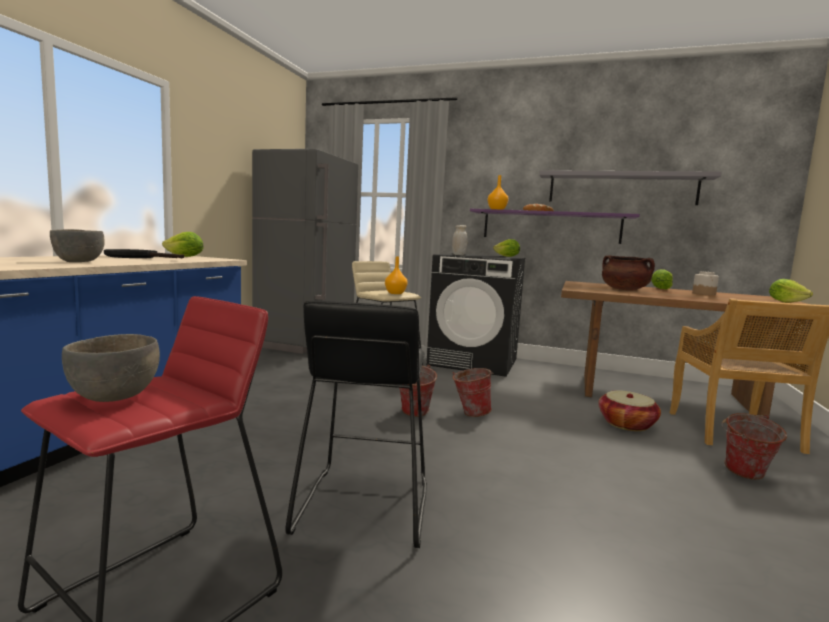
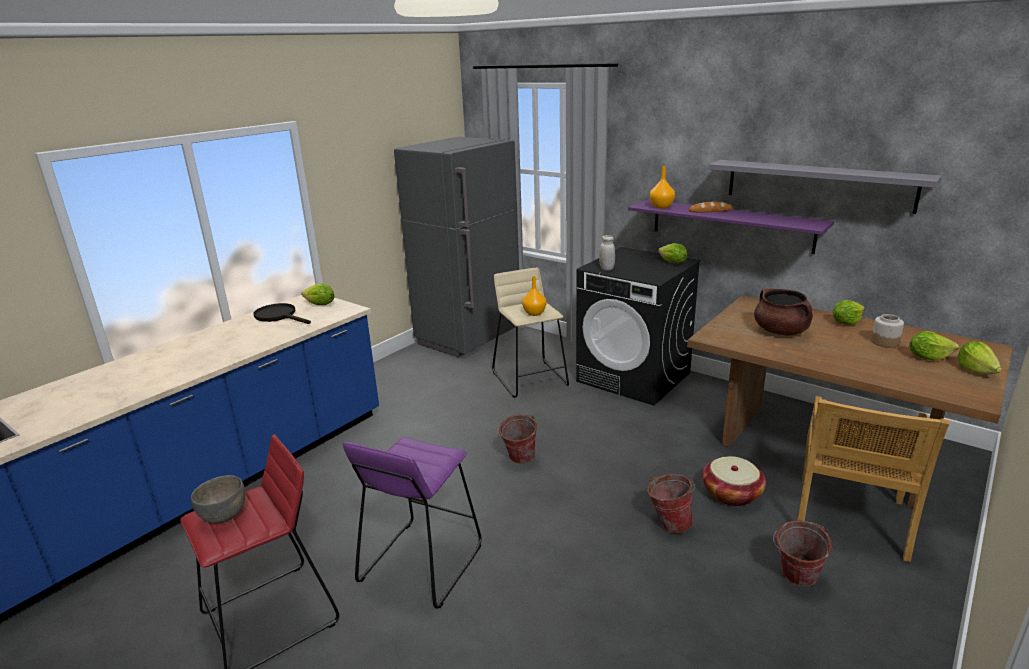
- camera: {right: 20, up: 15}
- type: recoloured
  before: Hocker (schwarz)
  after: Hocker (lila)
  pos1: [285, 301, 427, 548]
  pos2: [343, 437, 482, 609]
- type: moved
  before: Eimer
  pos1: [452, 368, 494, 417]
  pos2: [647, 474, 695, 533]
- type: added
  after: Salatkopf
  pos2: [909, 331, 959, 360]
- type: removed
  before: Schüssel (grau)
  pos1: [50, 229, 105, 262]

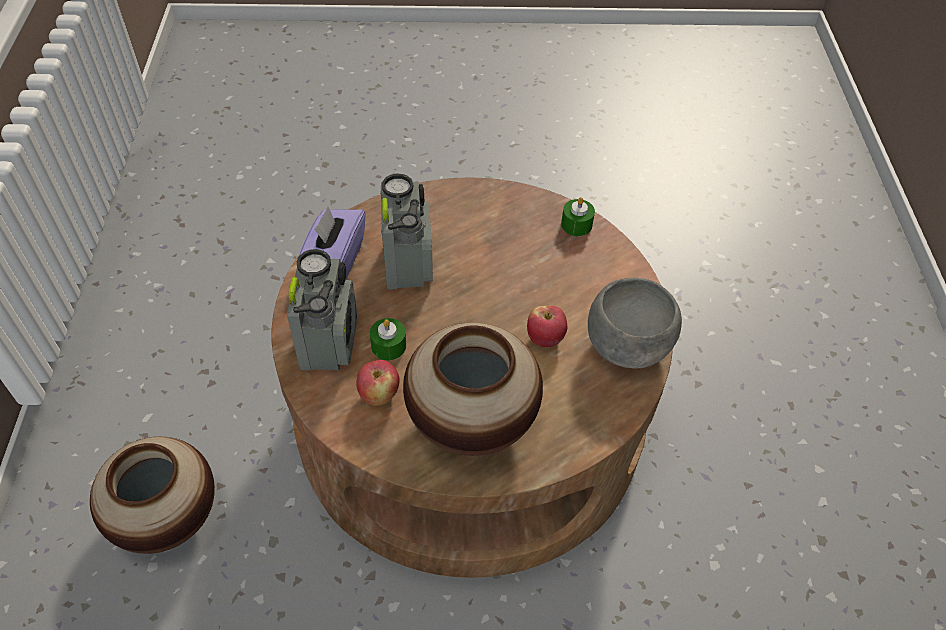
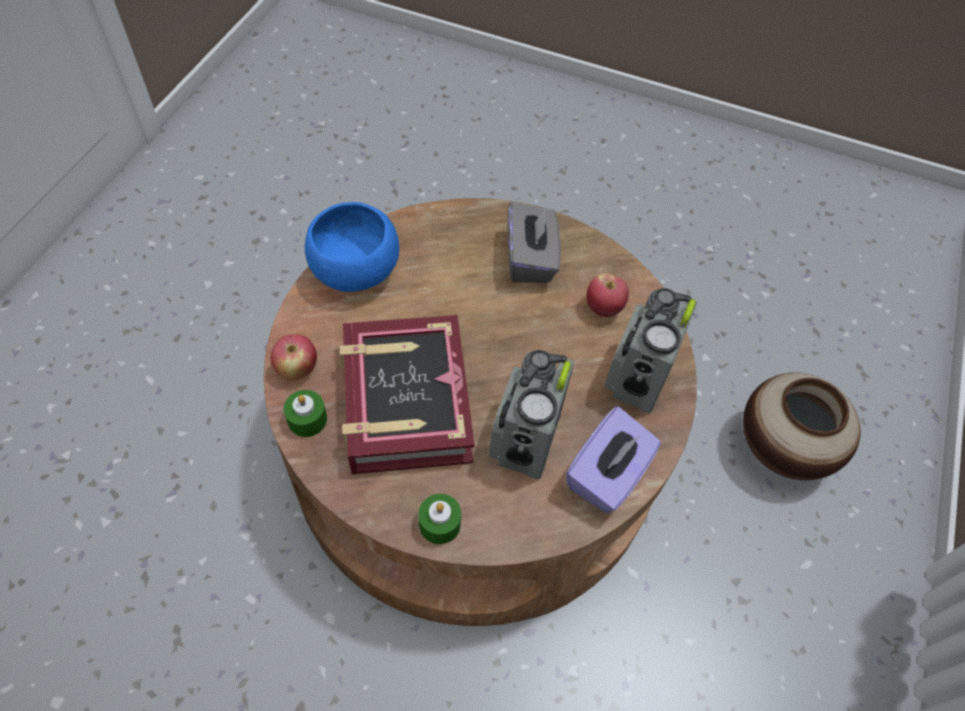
- camera: {right: -160, up: 5}
- type: moved
  before: Apfel
  pos1: [527, 306, 567, 347]
  pos2: [271, 335, 317, 380]
- type: recoloured
  before: Schüssel (grau)
  after: Schüssel (blau)
  pos1: [588, 277, 682, 368]
  pos2: [305, 202, 399, 292]
- type: added
  after: Buch
  pos2: [340, 315, 474, 474]
- type: moved
  before: Kerze (grün)
  pos1: [370, 318, 406, 360]
  pos2: [419, 494, 461, 544]
- type: replaced
  before: Vase
  after: Taschentuchbox (grau)
  pos1: [403, 323, 543, 456]
  pos2: [508, 201, 561, 283]

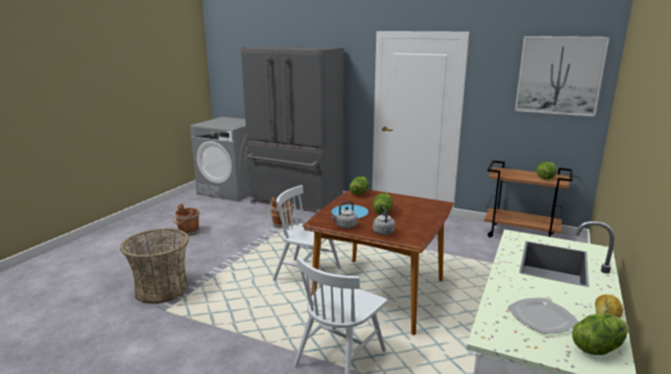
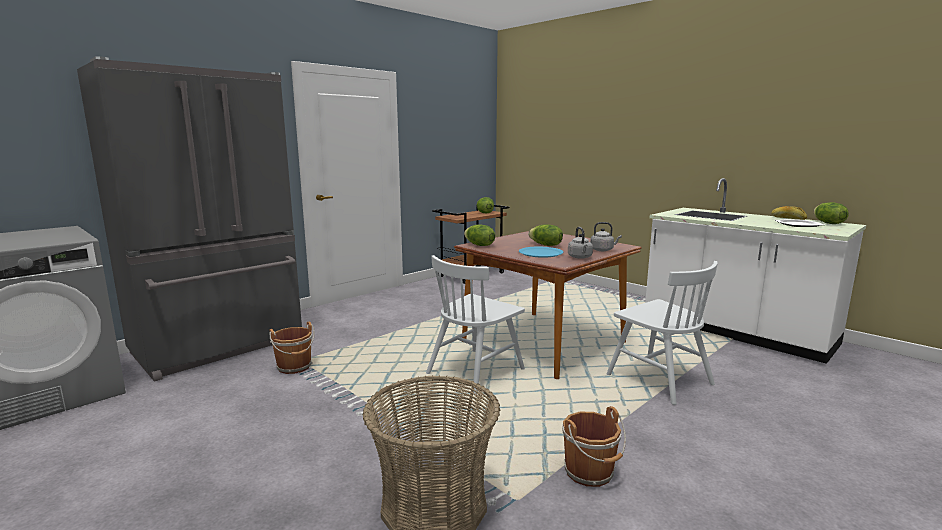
- camera: {right: -70, up: -5}
- type: moved
  before: Eimer (braun)
  pos1: [173, 204, 200, 236]
  pos2: [562, 406, 626, 487]
- type: removed
  before: Bild
  pos1: [515, 36, 609, 117]

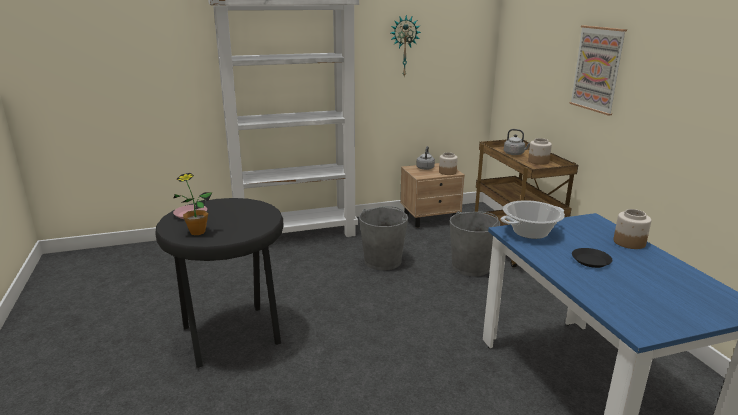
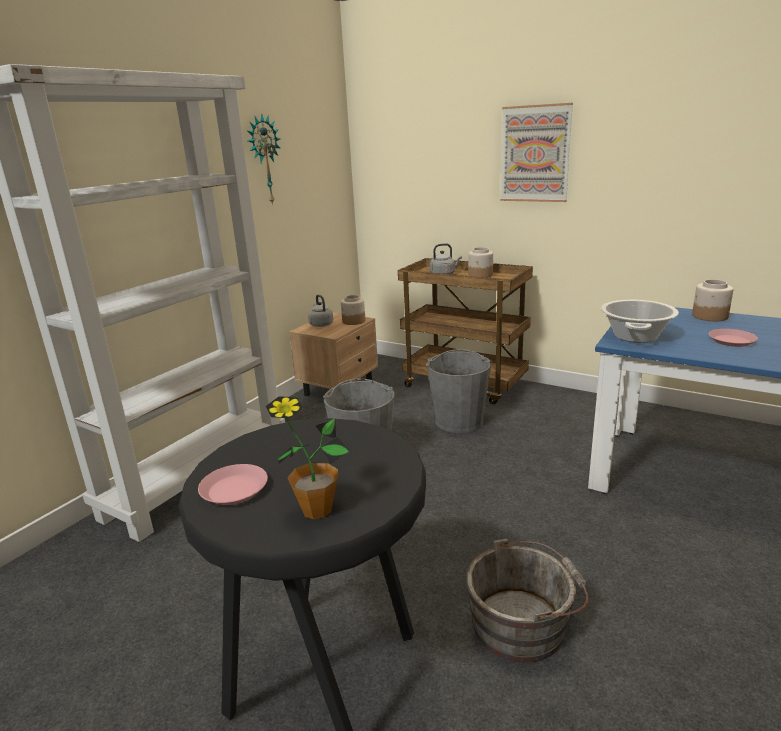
- camera: {right: -40, up: 0}
- type: added
  after: Eimer (grau)
  pos2: [466, 539, 588, 663]
- type: recoloured
  before: Teller (schwarz)
  after: Teller (rosa)
  pos1: [572, 248, 612, 268]
  pos2: [709, 329, 758, 347]

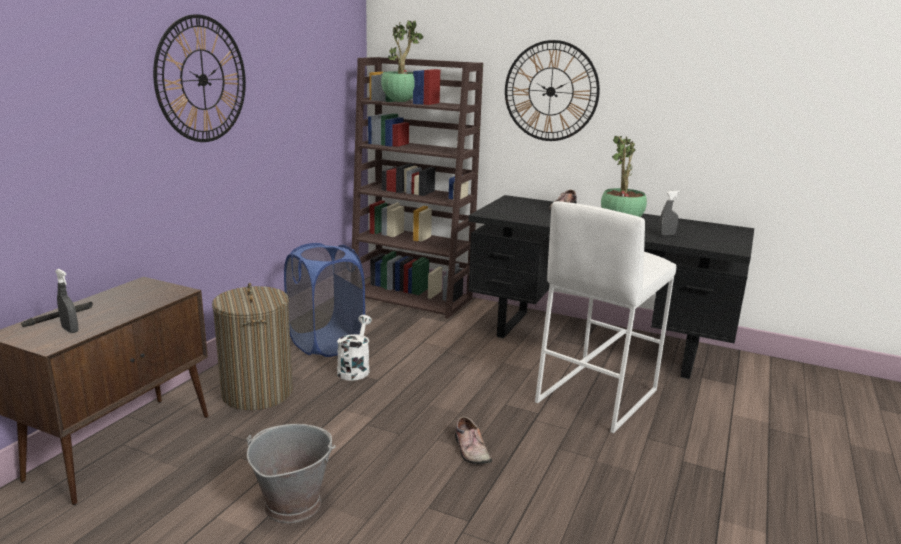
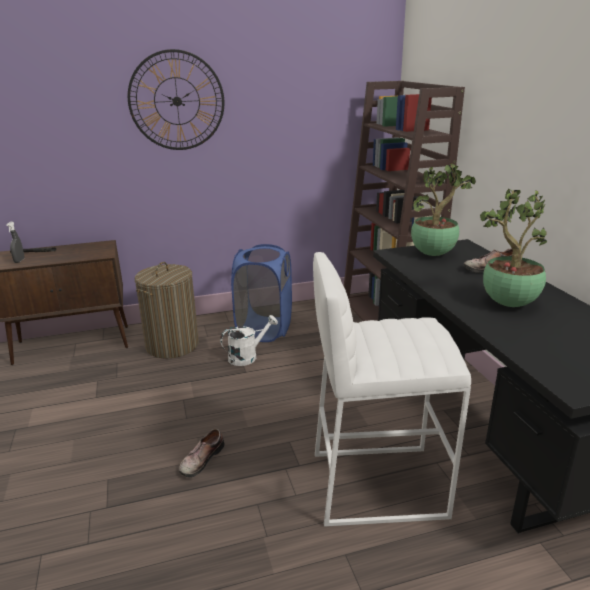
- camera: {right: 50, up: 5}
- type: moved
  before: Topfpflanze
  pos1: [381, 21, 423, 102]
  pos2: [411, 162, 476, 256]
- type: removed
  before: Eimer (grau)
  pos1: [246, 424, 336, 523]
- type: removed
  before: Wanduhr
  pos1: [505, 40, 600, 141]
- type: removed
  before: Sprühflasche (grau)
  pos1: [659, 190, 680, 236]

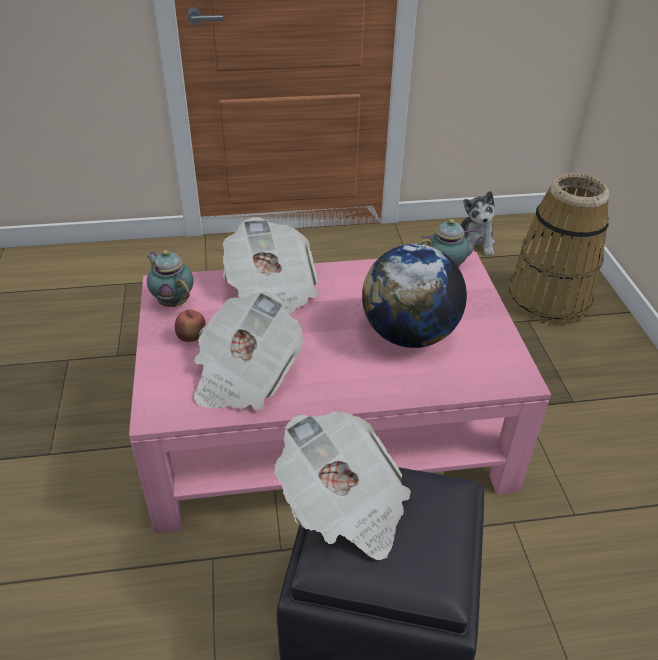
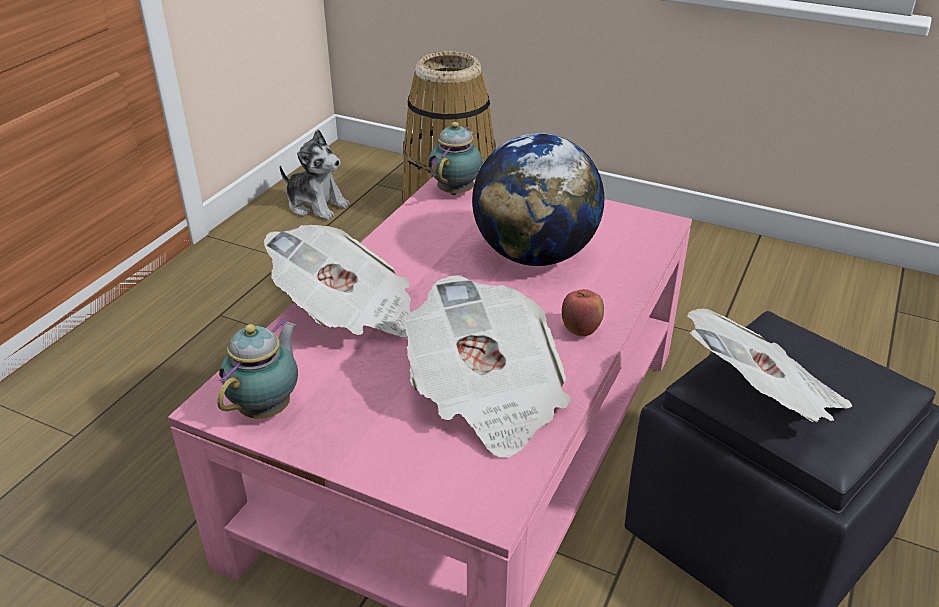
- camera: {right: -55, up: -5}
- type: turned
  before: Teekanne
  pos1: [147, 250, 194, 307]
  pos2: [217, 319, 298, 419]
  turn: 120
- type: moved
  before: Apfel
  pos1: [175, 309, 206, 342]
  pos2: [562, 289, 604, 336]

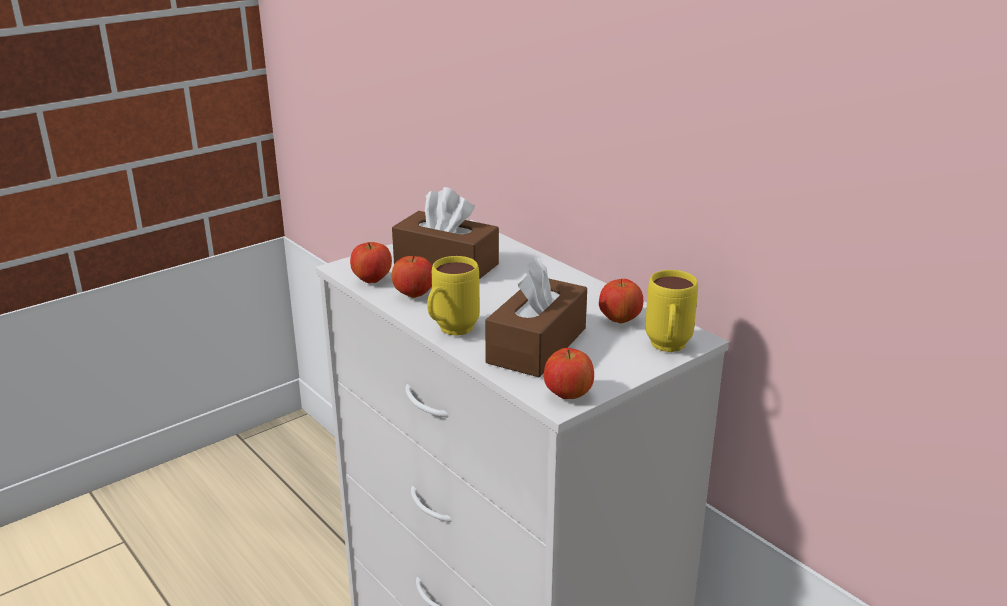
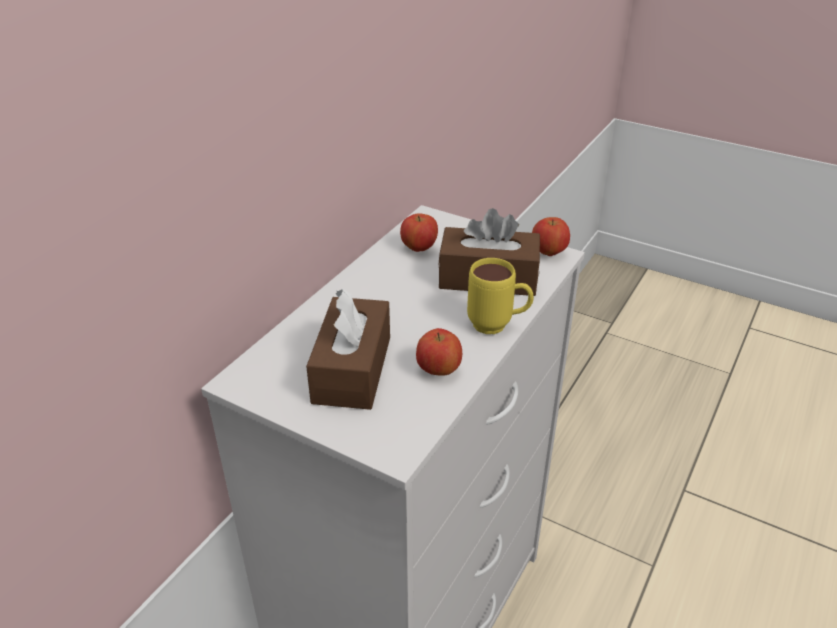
- camera: {right: -110, up: 10}
- type: removed
  before: Apfel
  pos1: [350, 242, 392, 283]
- type: removed
  before: Henkelbecher (gelb)
  pos1: [645, 270, 698, 352]

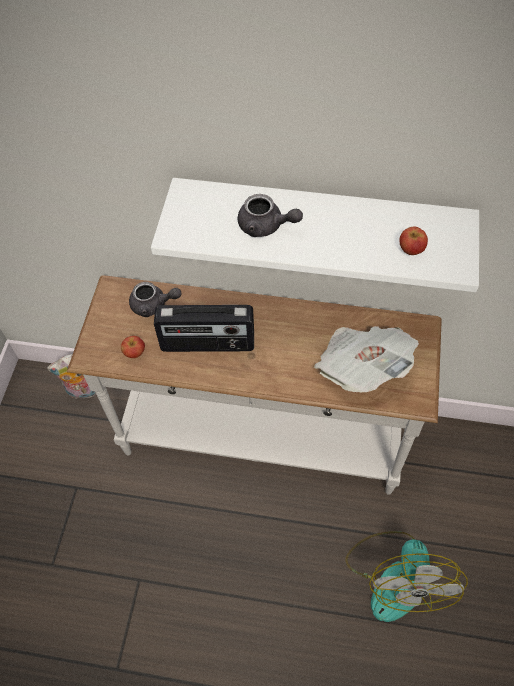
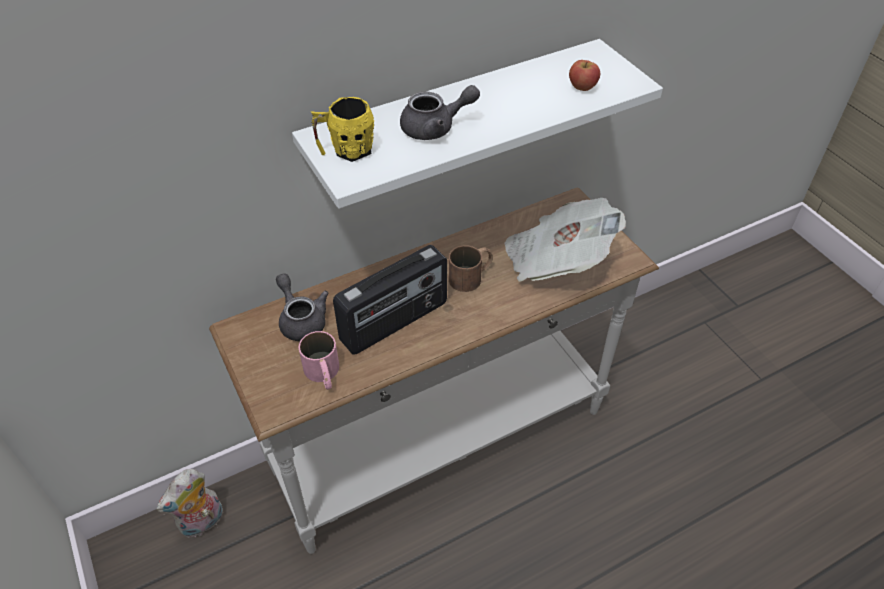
- camera: {right: -40, up: -10}
- type: turned
  before: Teekanne (grau)
  pos1: [129, 282, 182, 317]
  pos2: [276, 273, 329, 341]
  turn: -90
- type: replaced
  before: Apfel
  after: Henkelbecher (rosa)
  pos1: [121, 336, 145, 358]
  pos2: [299, 331, 339, 390]
- type: added
  after: Henkelbecher (gelb)
  pos2: [311, 97, 374, 162]
- type: added
  after: Henkelbecher (braun)
  pos2: [449, 245, 493, 292]
- type: removed
  before: Ventilator
  pos1: [345, 531, 468, 622]

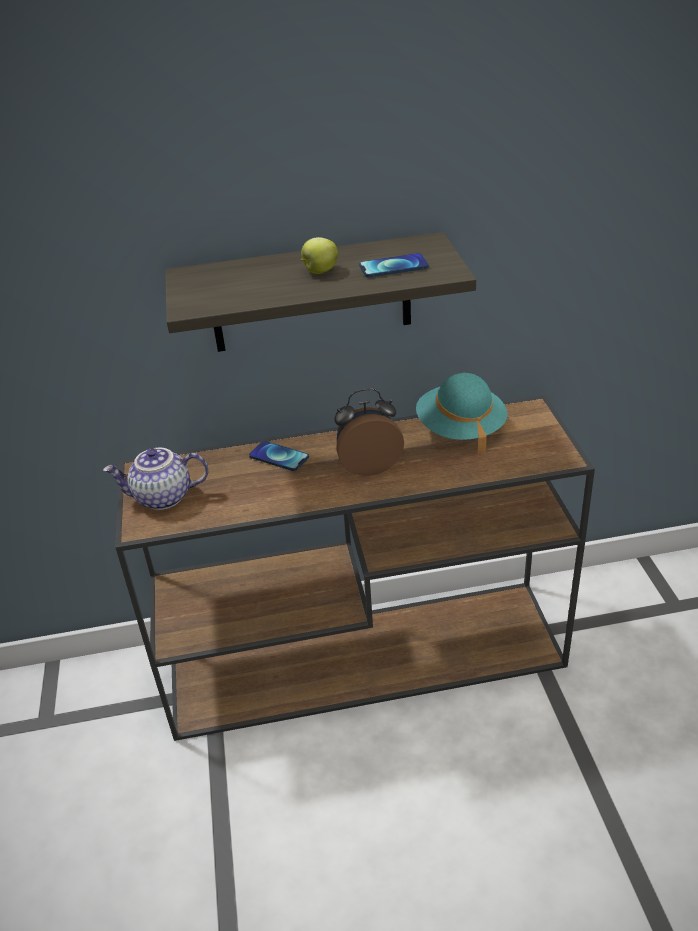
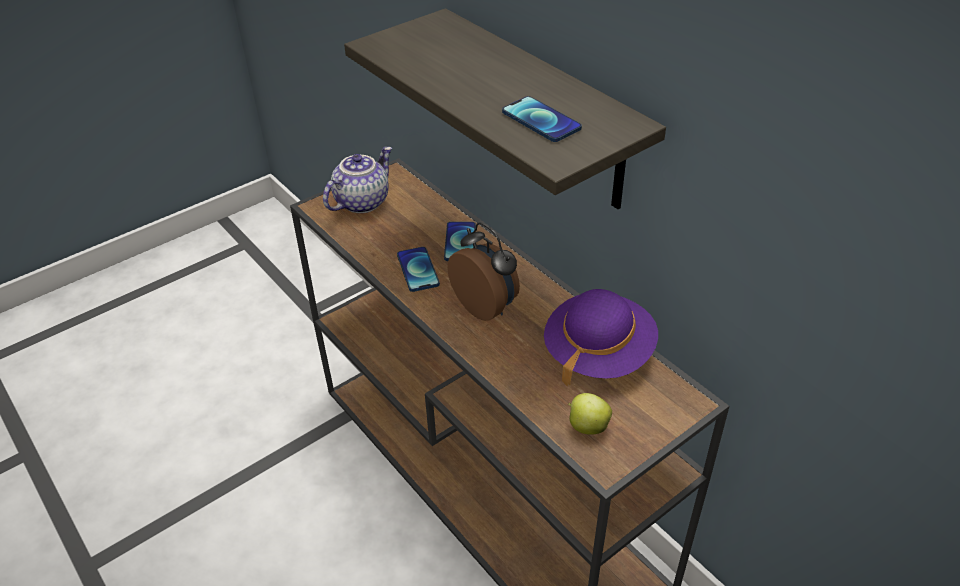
- camera: {right: 60, up: 5}
- type: turned
  before: Teekanne
  pos1: [103, 448, 209, 510]
  pos2: [323, 147, 392, 213]
  turn: 75
- type: added
  after: Handy
  pos2: [397, 247, 440, 292]
- type: recoloured
  before: Hut (türkis)
  after: Hut (lila)
  pos1: [416, 373, 507, 453]
  pos2: [544, 289, 658, 387]
- type: moved
  before: Apfel
  pos1: [301, 237, 338, 274]
  pos2: [568, 393, 612, 435]

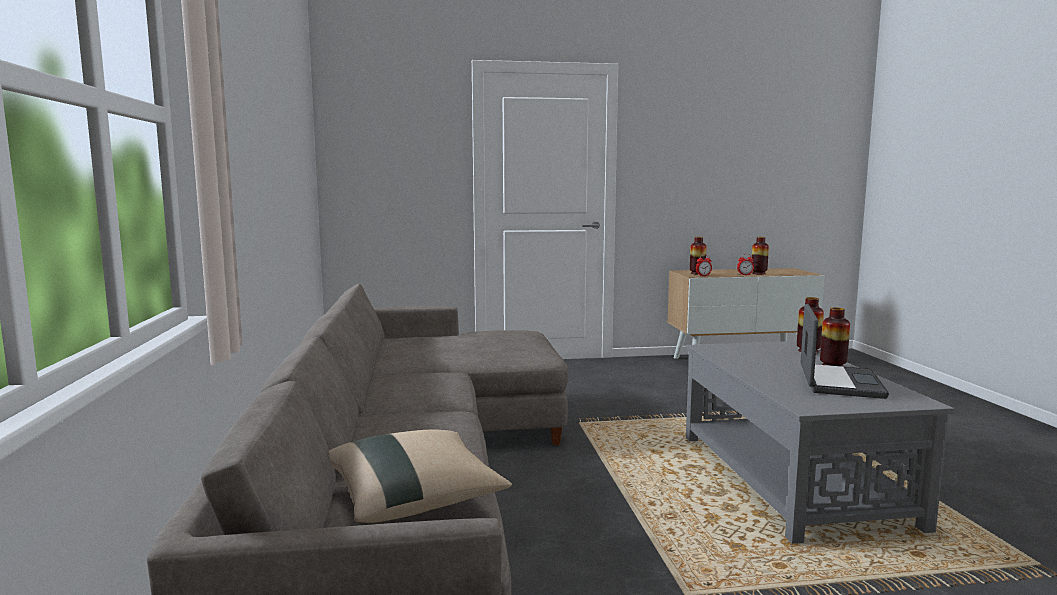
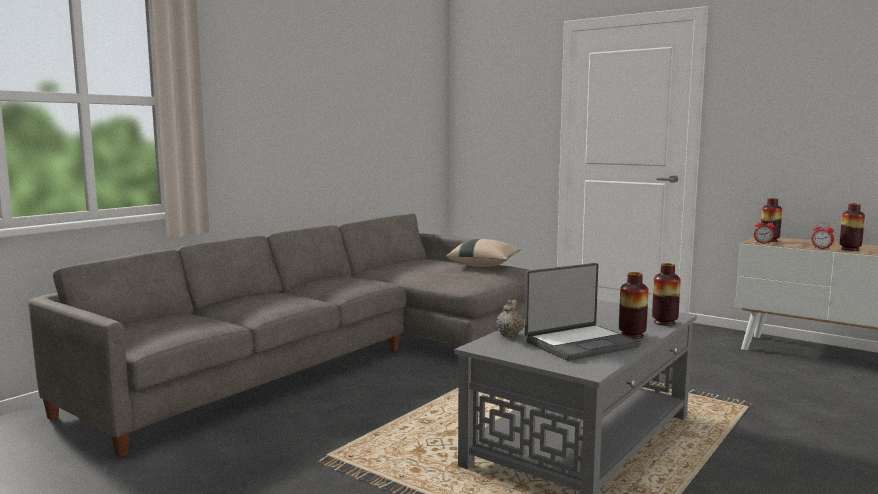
- camera: {right: 45, up: 0}
- type: moved
  before: Kissen (beige)
  pos1: [329, 430, 512, 523]
  pos2: [447, 239, 521, 267]
- type: added
  after: Teekanne (beige)
  pos2: [496, 300, 524, 337]

